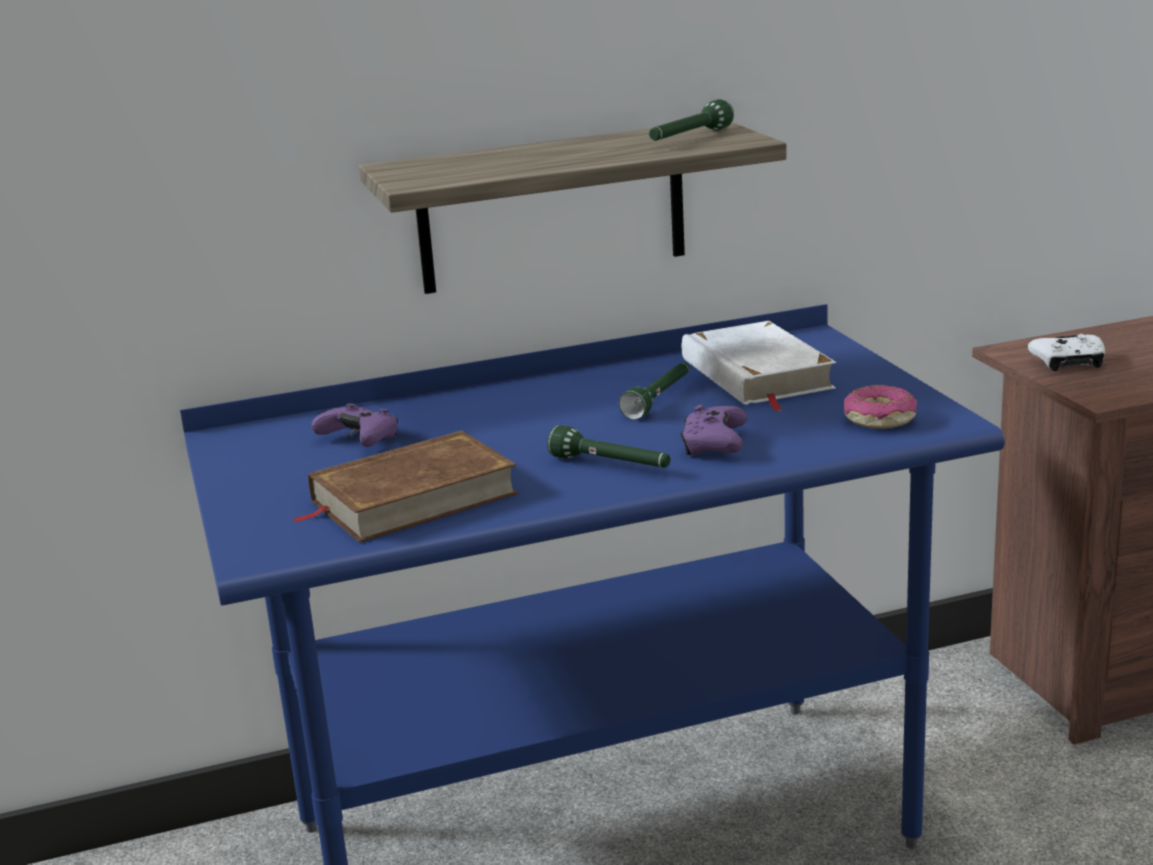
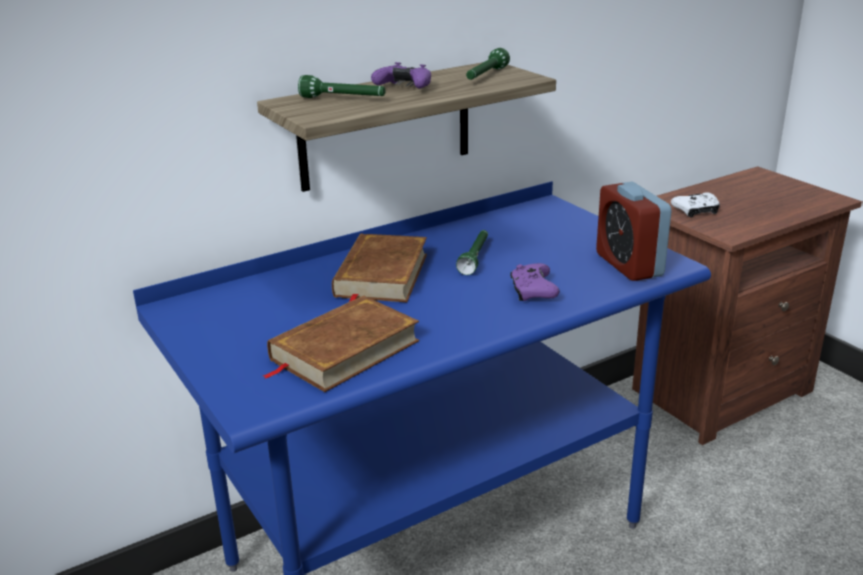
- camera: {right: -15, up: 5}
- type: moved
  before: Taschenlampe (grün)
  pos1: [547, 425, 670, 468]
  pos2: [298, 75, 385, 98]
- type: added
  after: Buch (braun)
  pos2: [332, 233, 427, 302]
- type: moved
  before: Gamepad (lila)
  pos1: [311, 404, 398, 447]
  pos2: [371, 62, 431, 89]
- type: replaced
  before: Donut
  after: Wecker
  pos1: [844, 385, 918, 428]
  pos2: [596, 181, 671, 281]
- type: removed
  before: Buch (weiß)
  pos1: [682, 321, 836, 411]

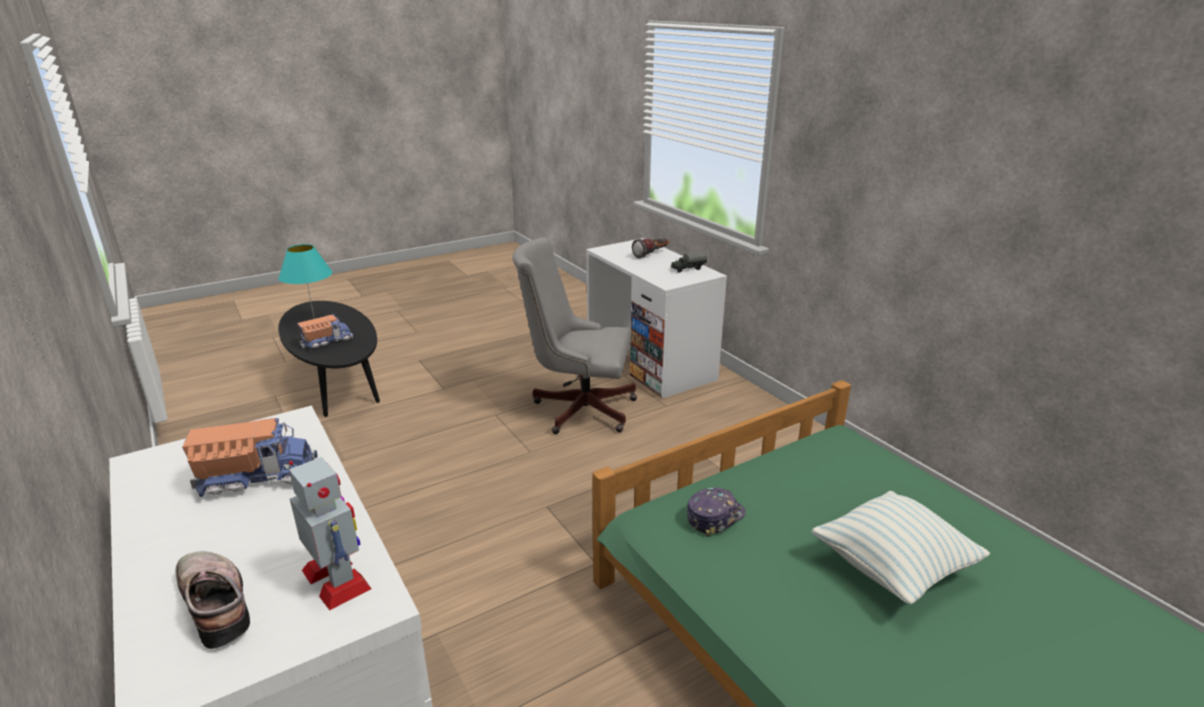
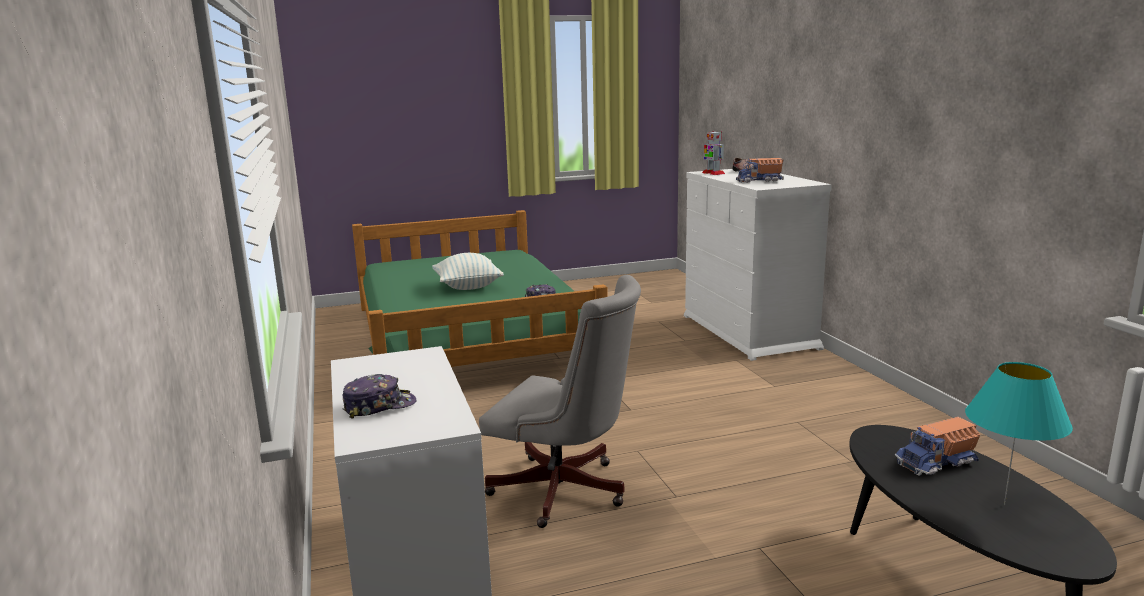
- camera: {right: -165, up: -10}
- type: replaced
  before: Taschenlampe
  after: Kappe
  pos1: [632, 238, 669, 258]
  pos2: [342, 374, 417, 419]
- type: removed
  before: Spielzeuglaster
  pos1: [671, 251, 707, 273]

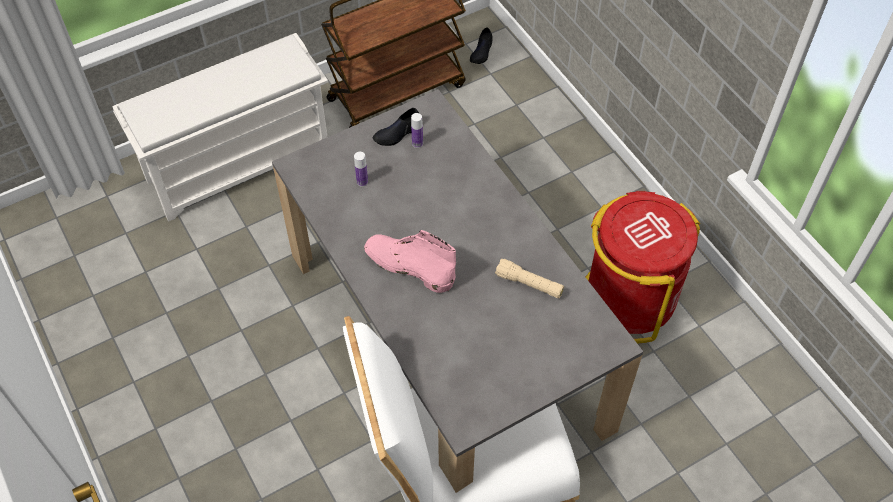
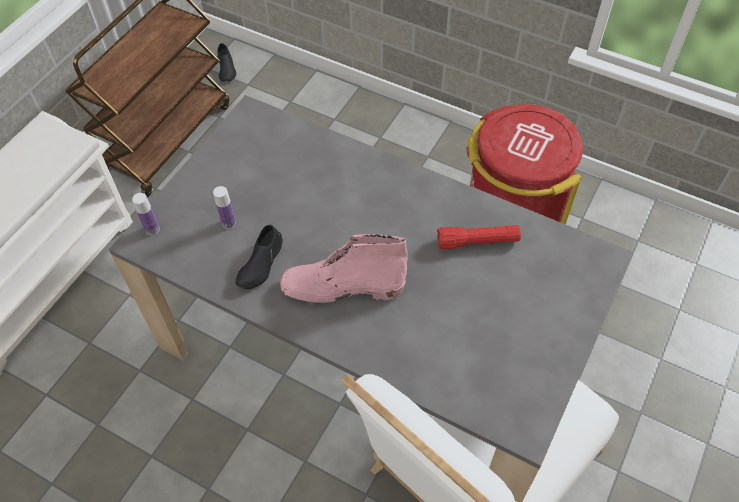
- camera: {right: -30, up: 0}
- type: moved
  before: Flasche
  pos1: [411, 113, 423, 148]
  pos2: [132, 193, 160, 235]
- type: moved
  before: Schuh (schwarz)
  pos1: [373, 108, 420, 146]
  pos2: [236, 224, 283, 289]
- type: recoloured
  before: Taschenlampe (beige)
  after: Taschenlampe (rot)
  pos1: [495, 259, 564, 298]
  pos2: [437, 225, 521, 249]

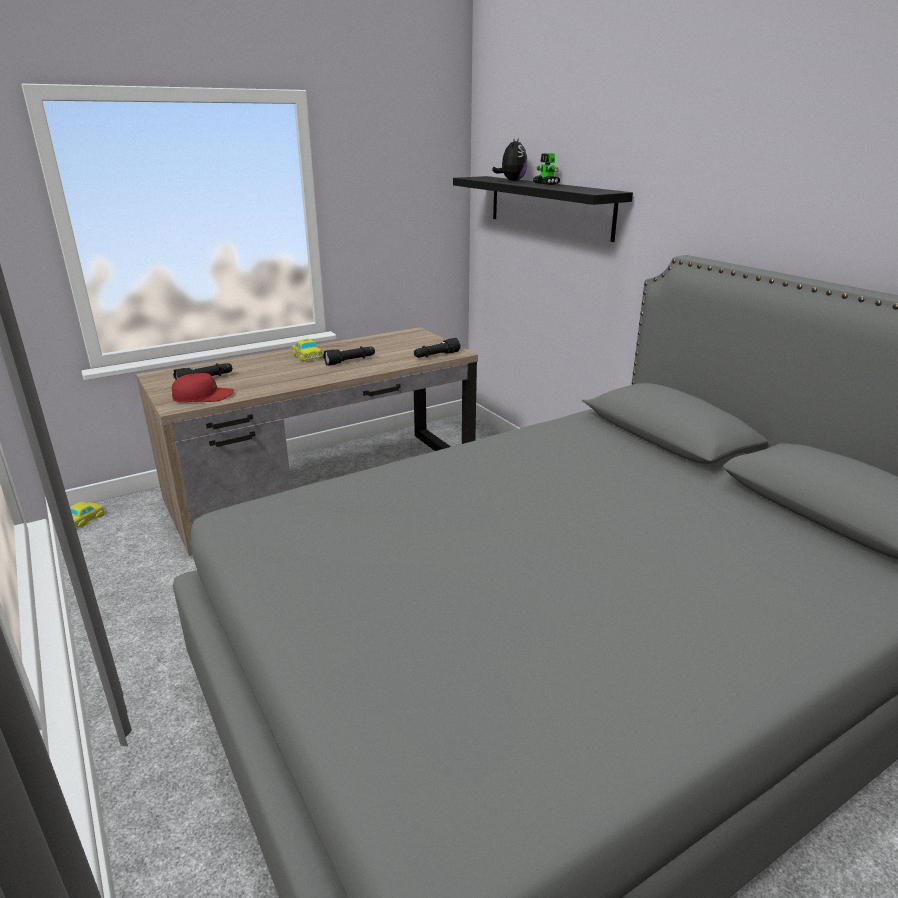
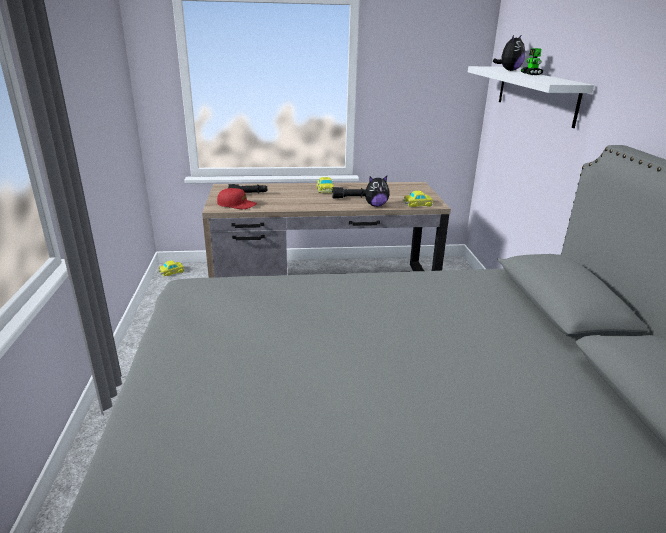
- camera: {right: 25, up: 0}
- type: added
  after: Plüschtier
  pos2: [365, 176, 389, 207]
- type: replaced
  before: Taschenlampe (schwarz)
  after: Spielzeugauto
  pos1: [414, 338, 461, 358]
  pos2: [402, 191, 433, 207]
- type: recoloured
  before: Wandregal (schwarz)
  after: Wandregal (weiß)
  pos1: [453, 176, 633, 242]
  pos2: [468, 66, 594, 128]

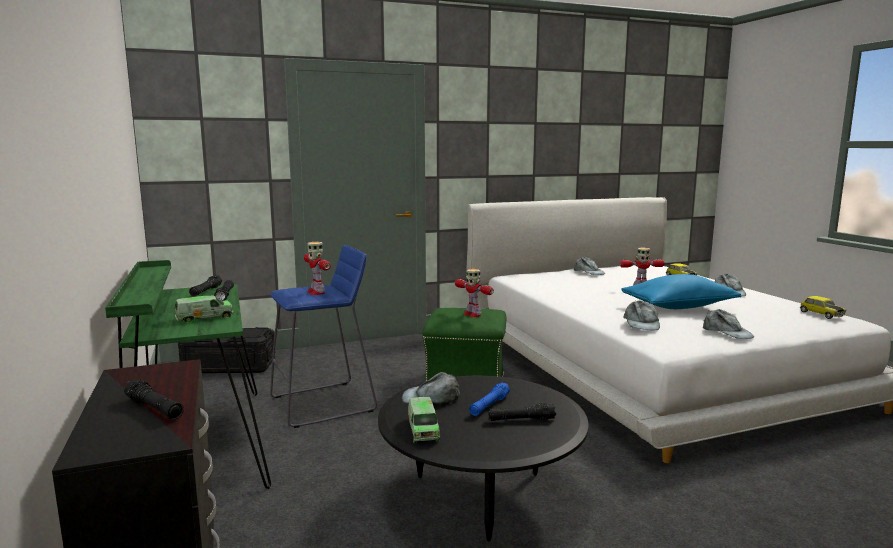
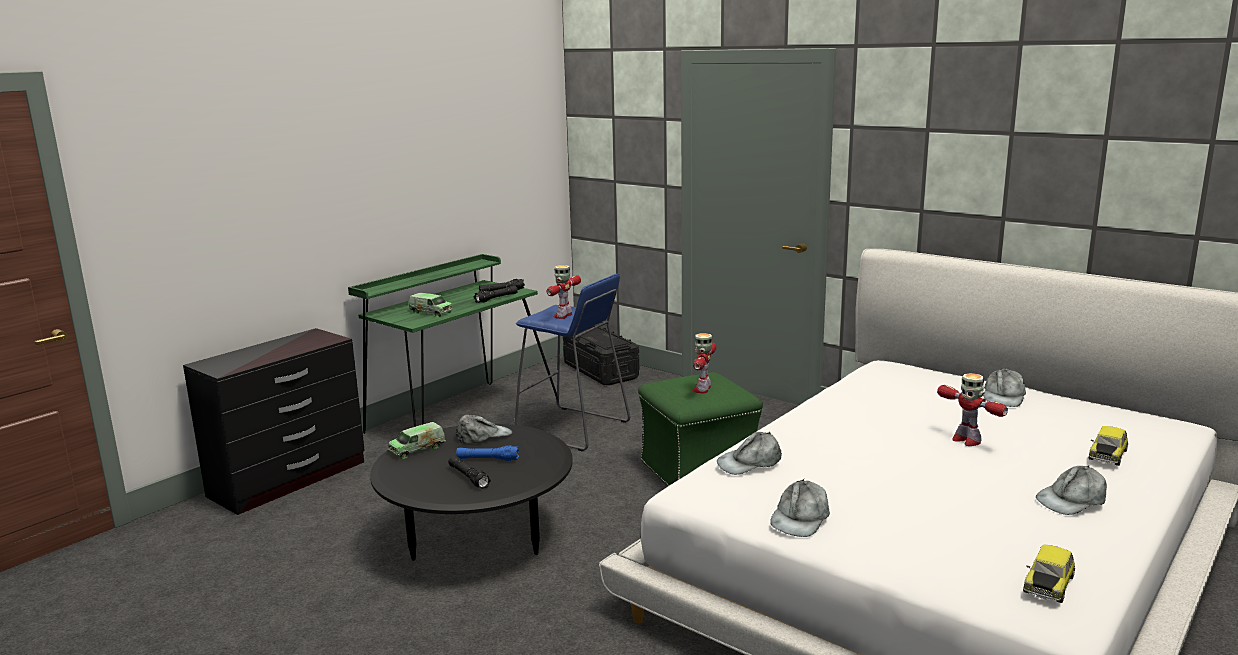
- camera: {right: 60, up: 5}
- type: turned
  before: Kappe (grau)
  pos1: [402, 372, 460, 403]
  pos2: [455, 415, 512, 444]
  turn: 90
- type: removed
  before: Taschenlampe (schwarz)
  pos1: [124, 379, 184, 419]
- type: removed
  before: Kissen (blau)
  pos1: [621, 274, 741, 309]

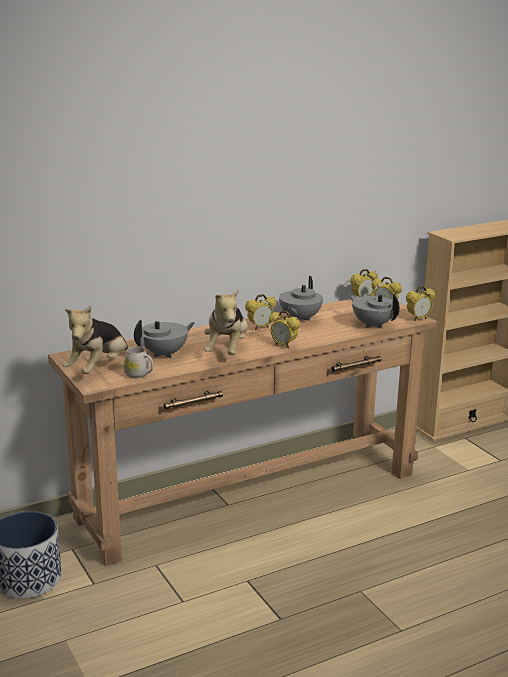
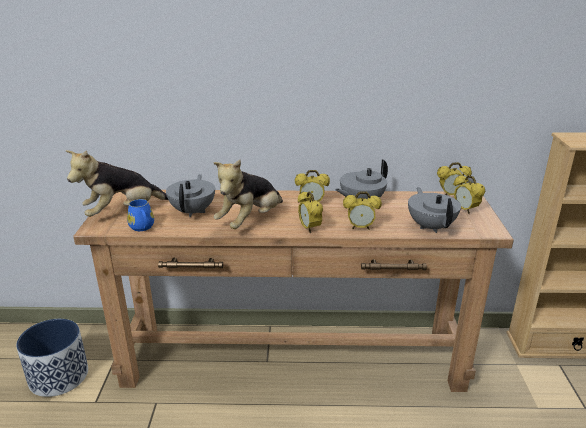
- camera: {right: 30, up: 5}
- type: recoloured
  before: Henkelbecher (weiß)
  after: Henkelbecher (blau)
  pos1: [124, 346, 154, 378]
  pos2: [127, 199, 154, 231]
- type: turned
  before: Teekanne (grau)
  pos1: [134, 320, 195, 359]
  pos2: [166, 174, 215, 217]
  turn: -75
- type: moved
  before: Wecker
  pos1: [406, 286, 435, 321]
  pos2: [343, 191, 382, 230]

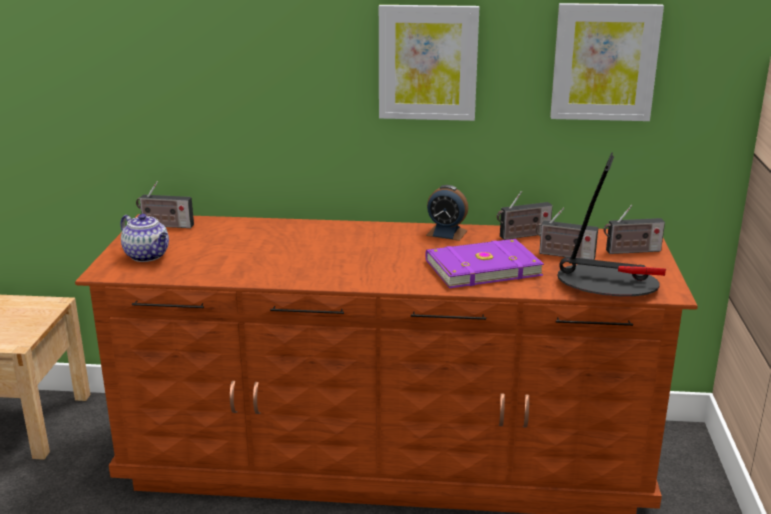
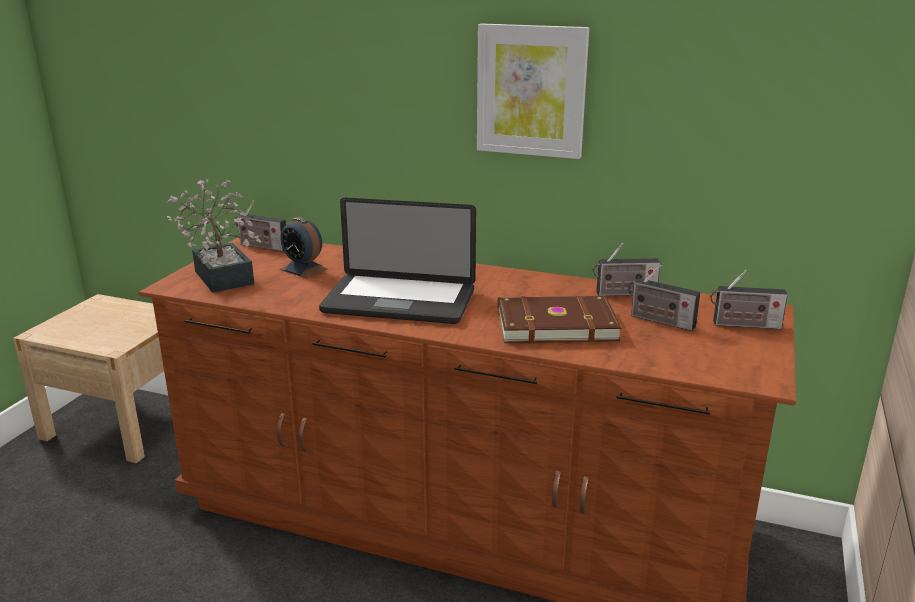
- camera: {right: 15, up: 0}
- type: replaced
  before: Teekanne
  after: Topfpflanze
  pos1: [121, 214, 169, 262]
  pos2: [166, 179, 262, 293]
- type: moved
  before: Wecker
  pos1: [426, 185, 468, 241]
  pos2: [280, 217, 328, 278]
- type: added
  after: Laptop
  pos2: [319, 198, 476, 324]
- type: recoloured
  before: Buch (lila)
  after: Buch (braun)
  pos1: [426, 239, 544, 288]
  pos2: [497, 296, 622, 344]
- type: removed
  before: Bild
  pos1: [550, 3, 664, 121]
- type: removed
  before: Tischlampe
  pos1: [558, 152, 666, 297]

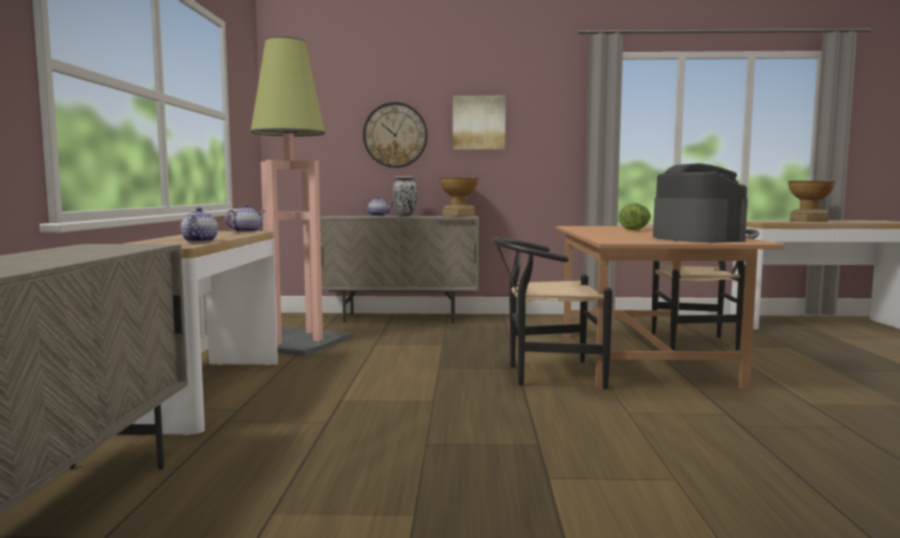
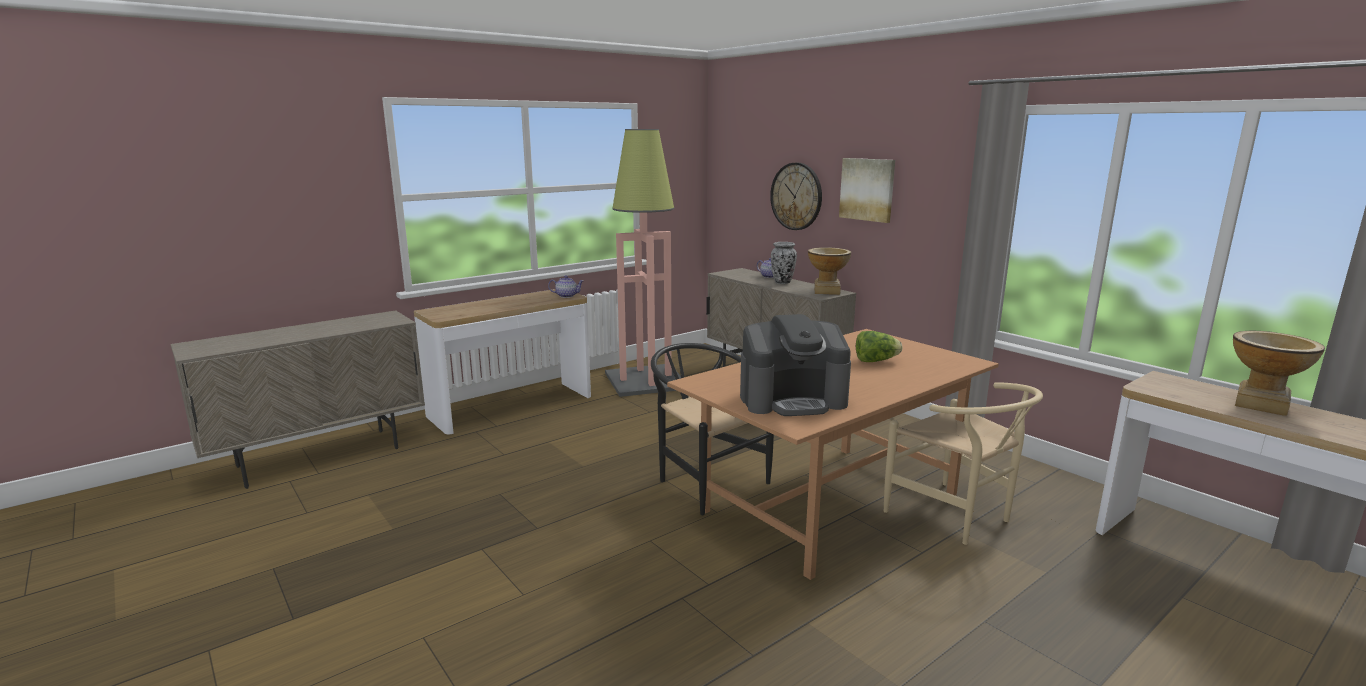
- camera: {right: 50, up: 10}
- type: turned
  before: Kaffeemaschine
  pos1: [653, 163, 748, 243]
  pos2: [740, 314, 851, 416]
  turn: 45
- type: recoloured
  before: Stuhl (schwarz)
  after: Stuhl (beige)
  pos1: [652, 229, 759, 351]
  pos2: [884, 382, 1043, 545]
- type: removed
  before: Teekanne
  pos1: [181, 207, 218, 242]

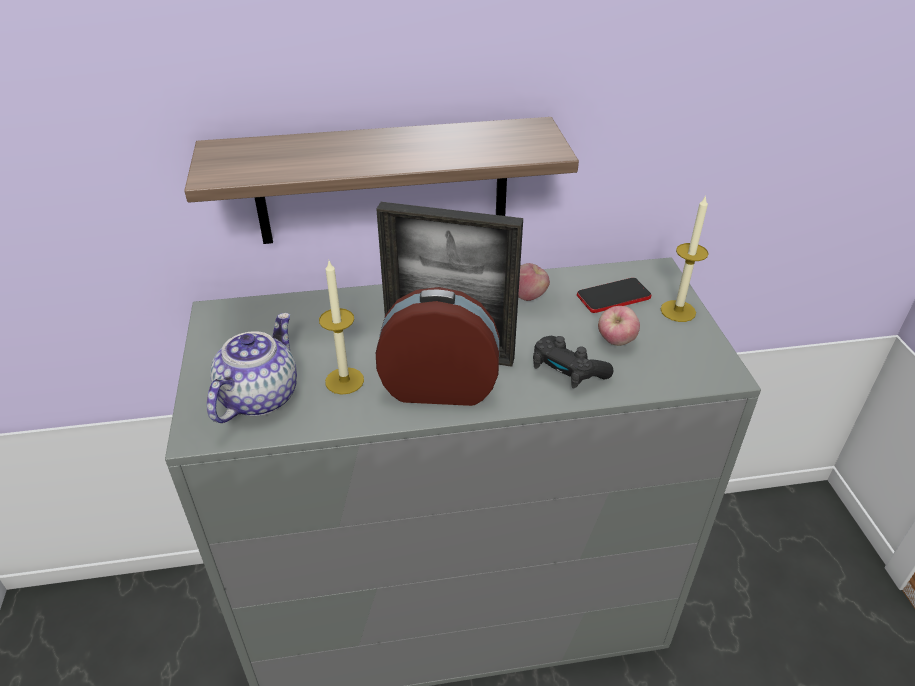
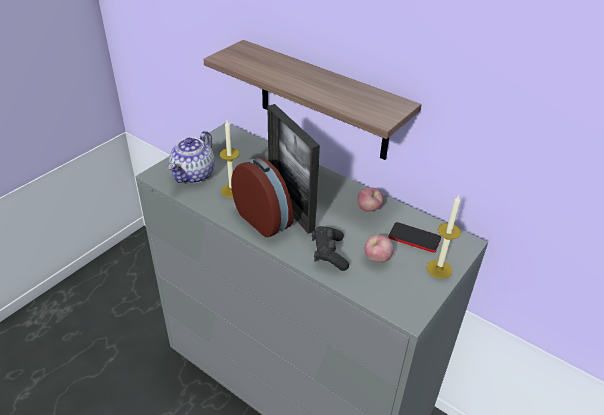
- camera: {right: 45, up: 0}
- type: turned
  before: Teekanne
  pos1: [207, 313, 297, 423]
  pos2: [168, 131, 215, 183]
  turn: 135

